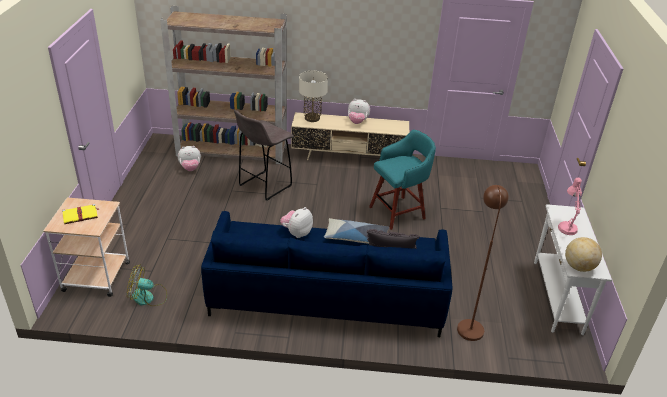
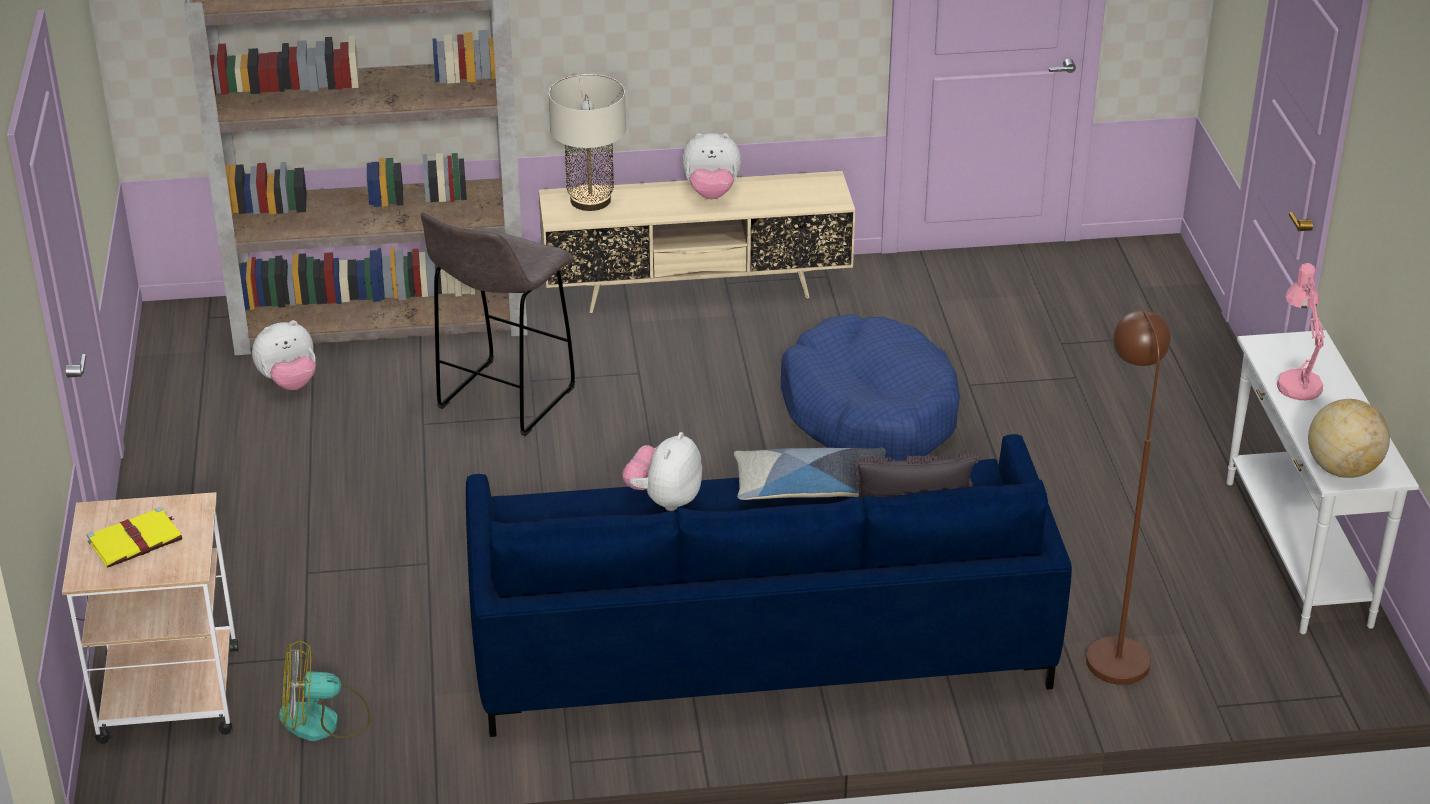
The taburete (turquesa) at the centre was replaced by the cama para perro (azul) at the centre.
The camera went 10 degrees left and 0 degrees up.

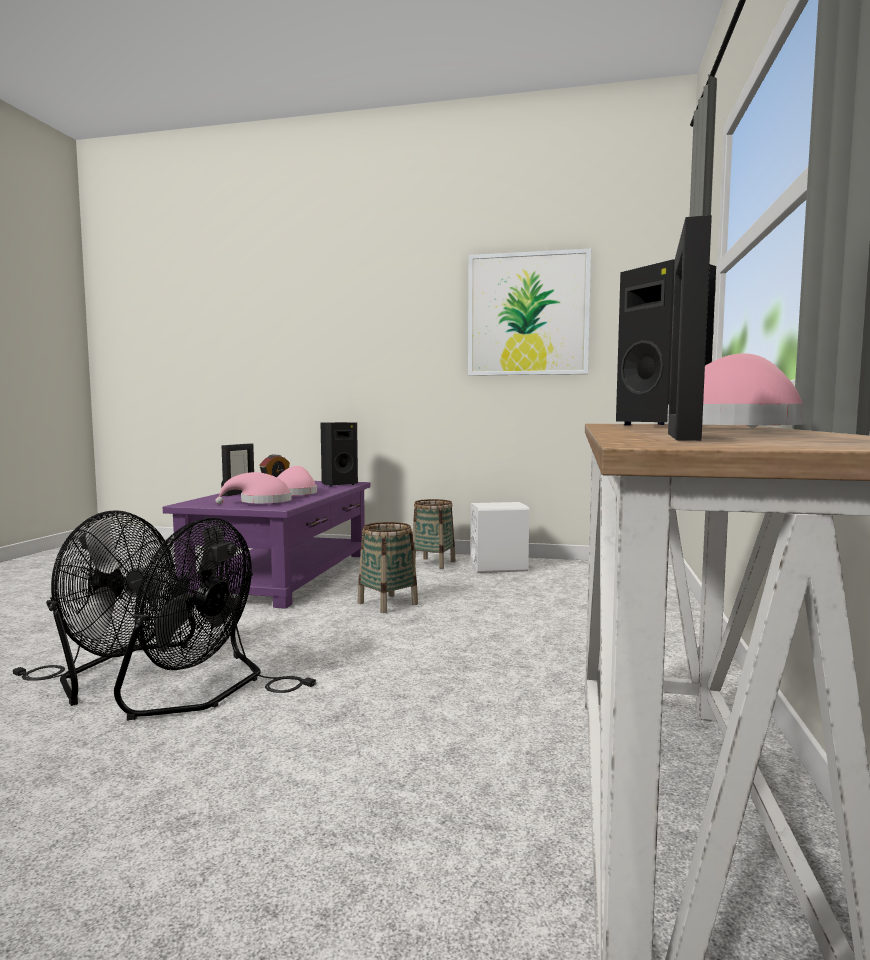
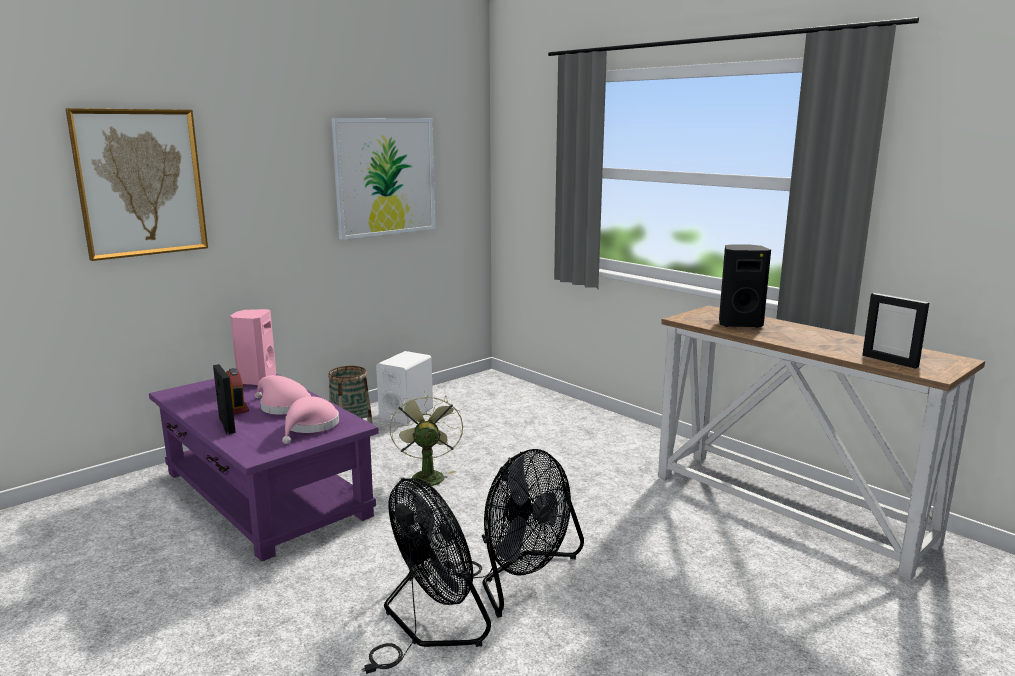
The ventilador (negro) (no. 2 from left) at the middle left turned 105 degrees counterclockwise.
The altavoz (negro) (no. 1 from left) at the centre became the altavoz (rosa) at the middle left.
The cesta (no. 1 from left) at the centre was replaced by the ventilador (verde) at the centre.
The sombrero (rosa) (no. 3 from left) at the middle right disappeared.
The cuadro (no. 1 from left) at the top left appeared.
The camera went 55 degrees left and 10 degrees up.

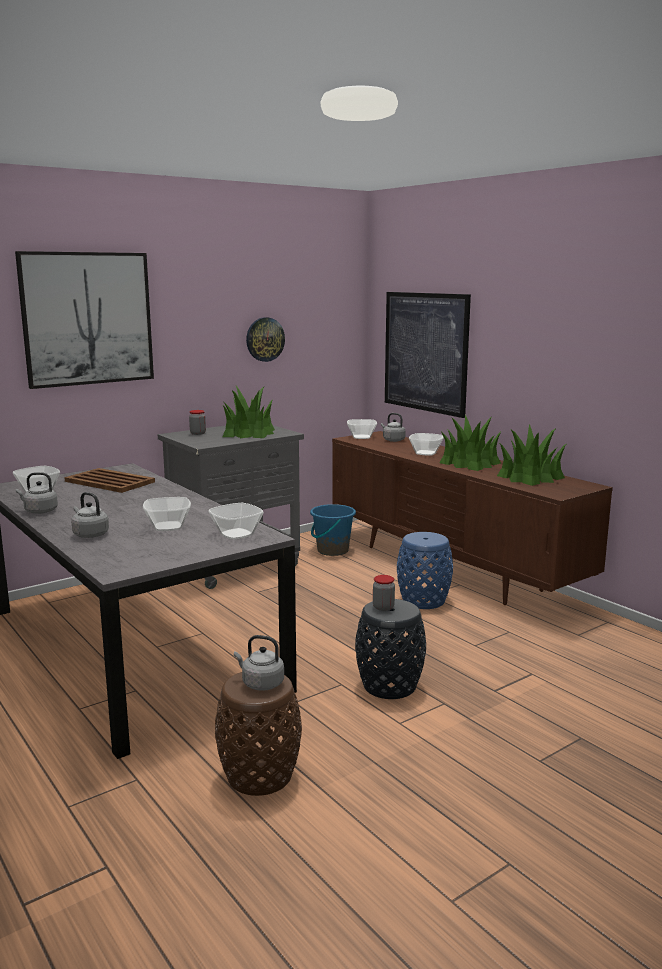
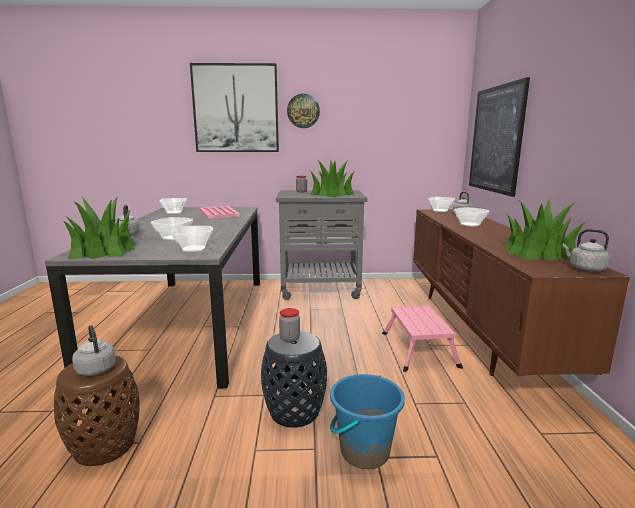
The hervidor (gris) (no. 1 from left in the first image) moved from the middle left to the middle right.
The bandeja (marrón) at the middle left became the bandeja (rosa) at the centre.
The reloj de pared moved from the centre to the top centre.
The cubo (azul) moved from the centre to the bottom centre.
The taburete (azul) at the centre was replaced by the escalera de tijera (rosa) at the centre.
The planta en maceta (no. 2 from left in the first image) moved from the middle right to the middle left.
The camera went 35 degrees right and 0 degrees up.

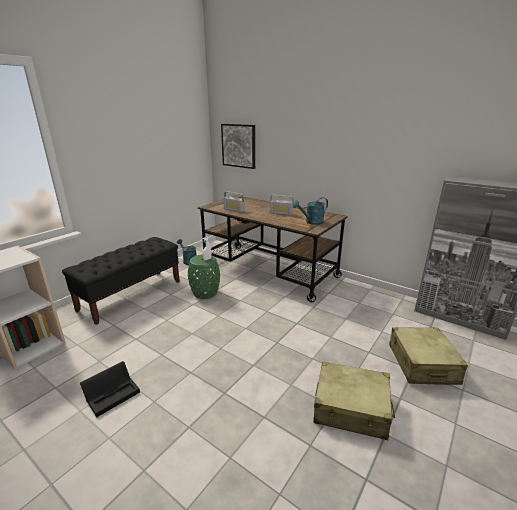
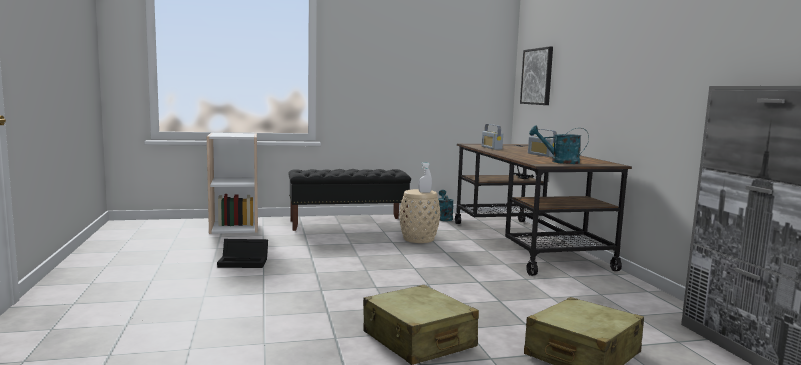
The taburete (verde) at the centre became the taburete (beis) at the centre.
The camera went 40 degrees right and 15 degrees down.

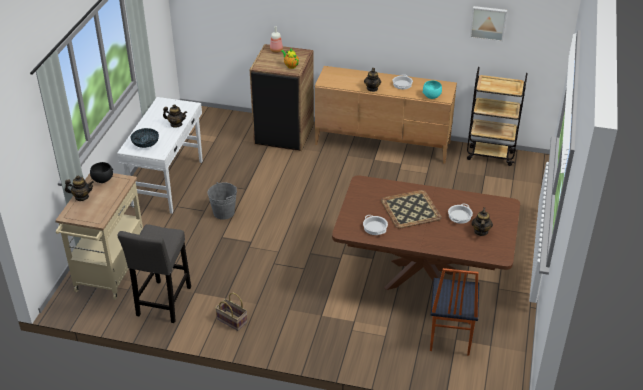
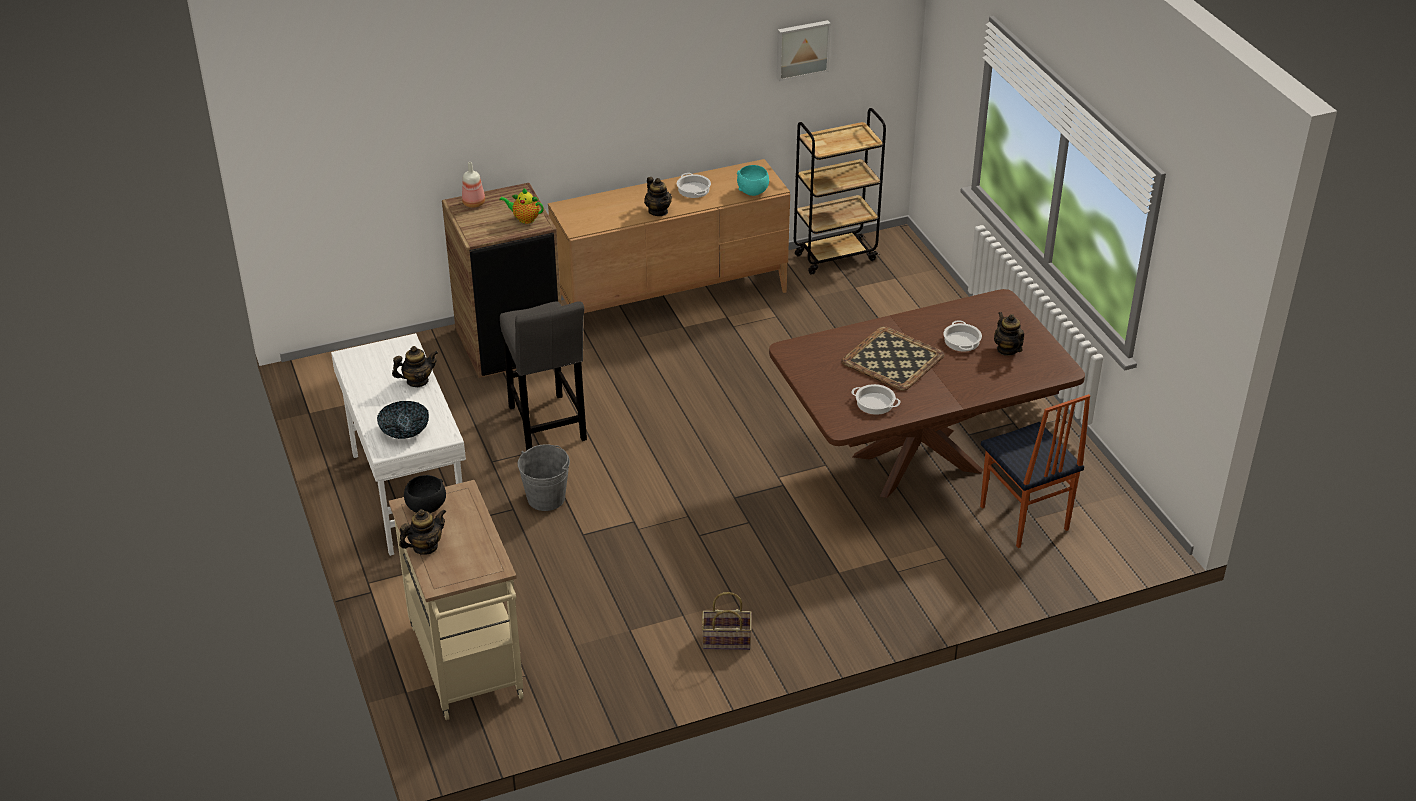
The taburete (gris) moved from the bottom left to the centre.
The camera went 35 degrees left and 0 degrees up.

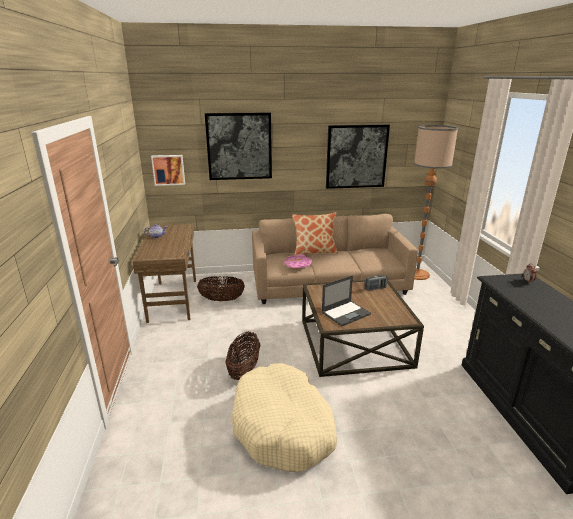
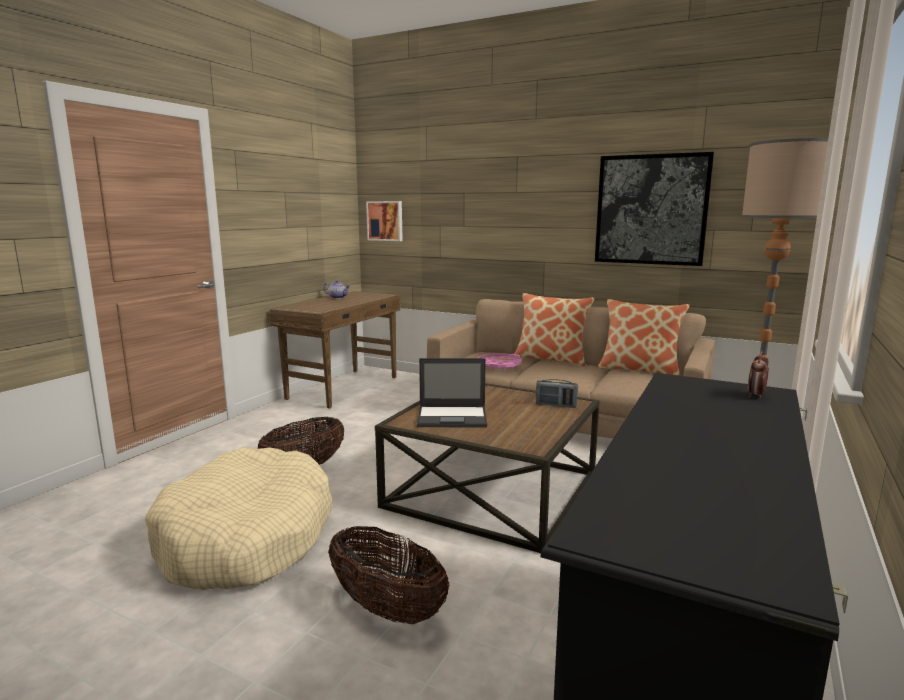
The cesta (no. 1 from left in the first image) moved from the centre to the bottom centre.
The cuadro (no. 2 from left) at the top centre disappeared.
The cojín (no. 2 from left) at the middle right appeared.
The camera went 35 degrees right and 10 degrees down.

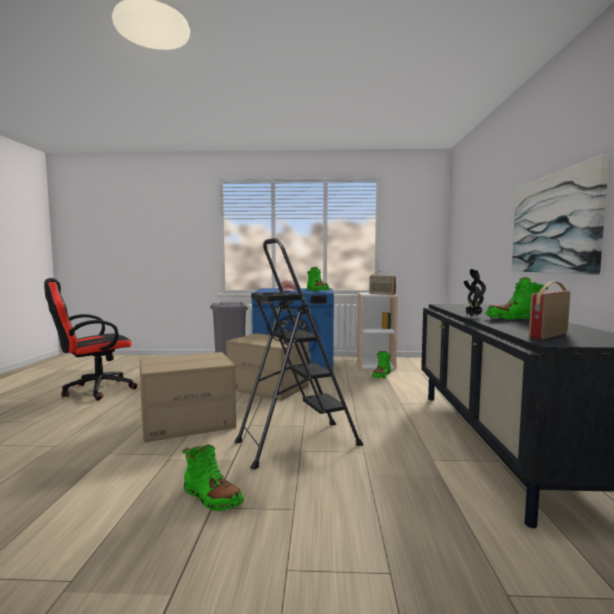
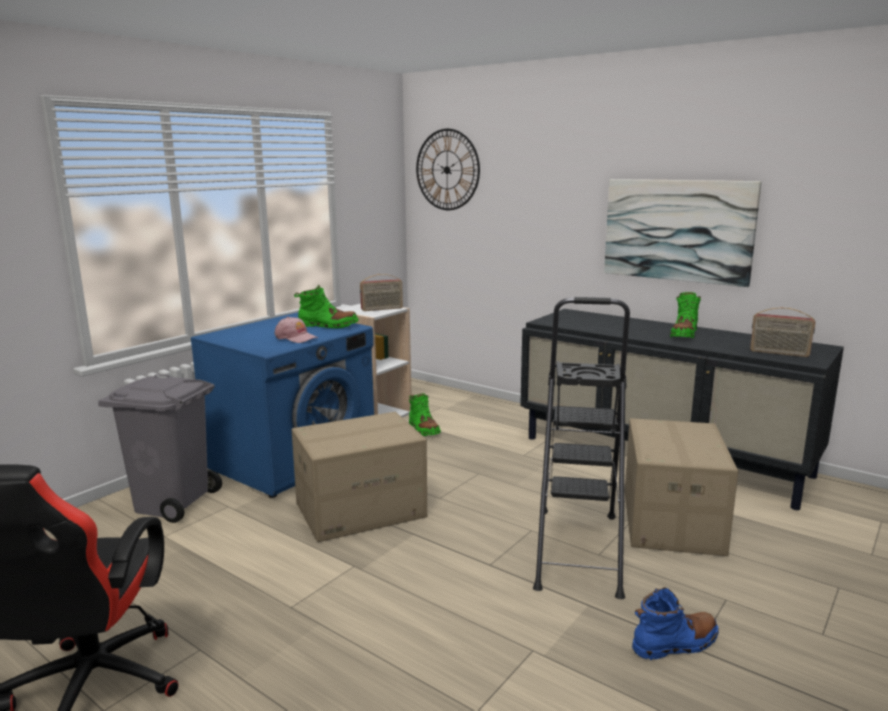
The caja de cartón (no. 1 from left in the first image) moved from the middle left to the bottom right.
The bota (verde) (no. 1 from left) at the bottom centre became the bota (azul) at the bottom right.
The planta en maceta at the middle right disappeared.
The radio (no. 2 from left) at the middle right turned 60 degrees counterclockwise.
The reloj de pared at the top centre appeared.
The camera went 55 degrees left and 10 degrees up.

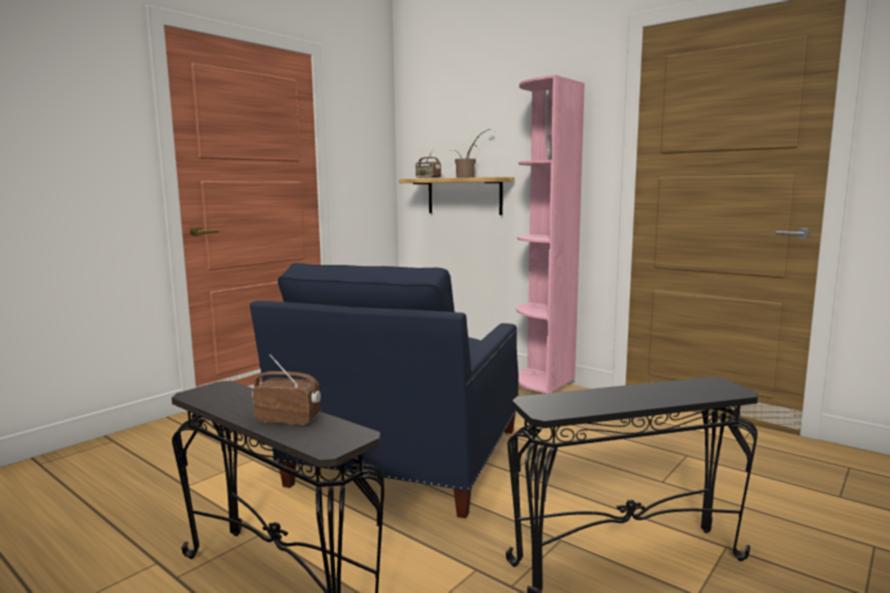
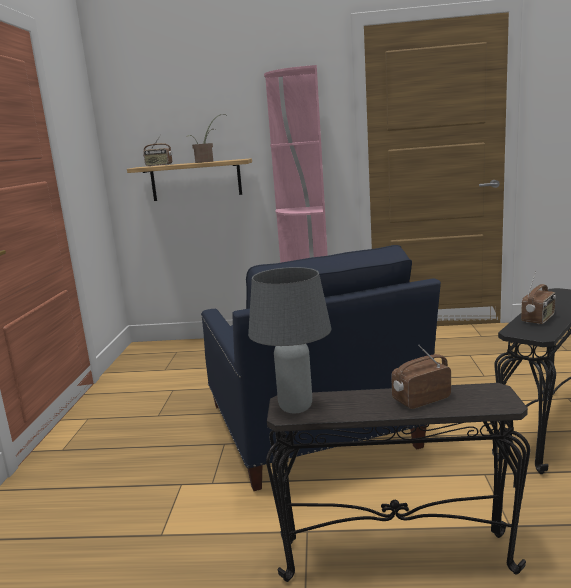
The lámpara de mesa (gris) at the centre appeared.
The radio (no. 3 from left) at the middle right appeared.
The camera went 35 degrees left and 5 degrees up.

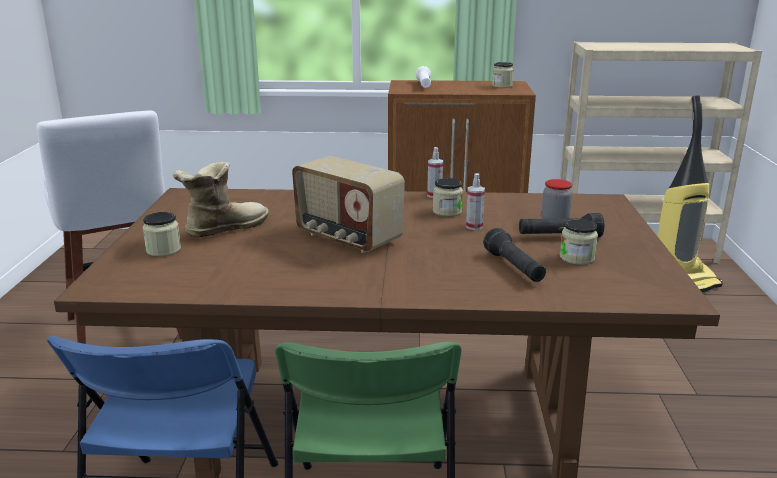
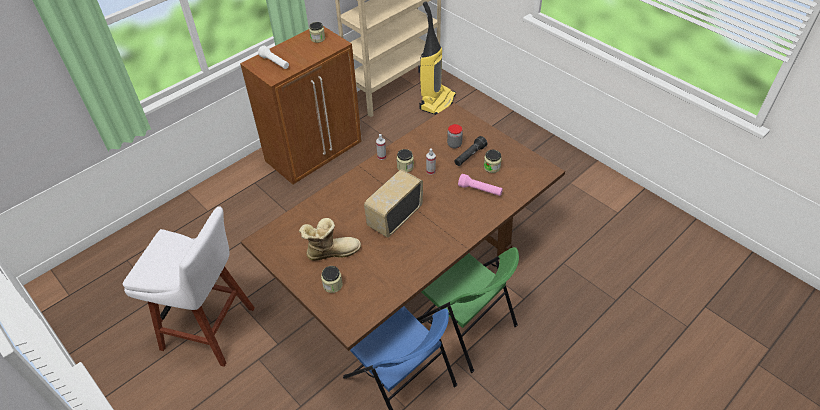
The bota at the middle left turned 75 degrees clockwise.
The radio at the centre turned 135 degrees clockwise.
The linterna (negro) (no. 1 from left) at the centre became the linterna (rosa) at the centre.
The camera went 45 degrees left and 25 degrees up.

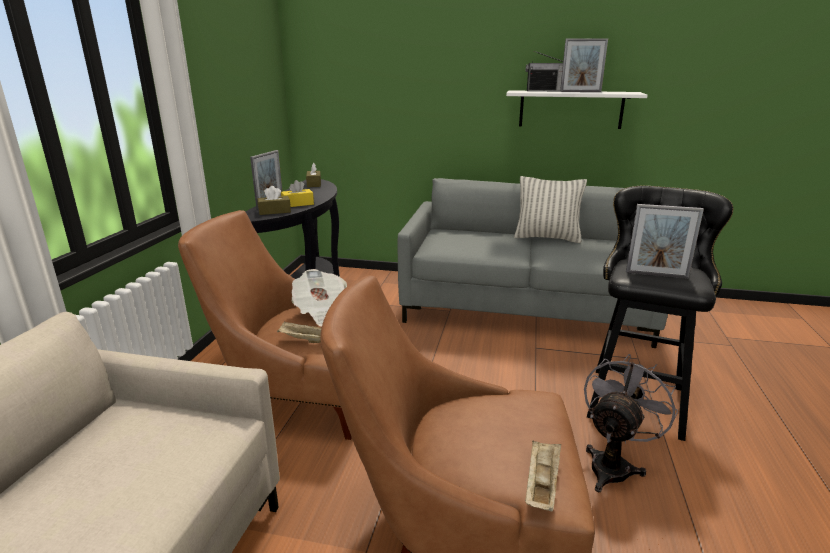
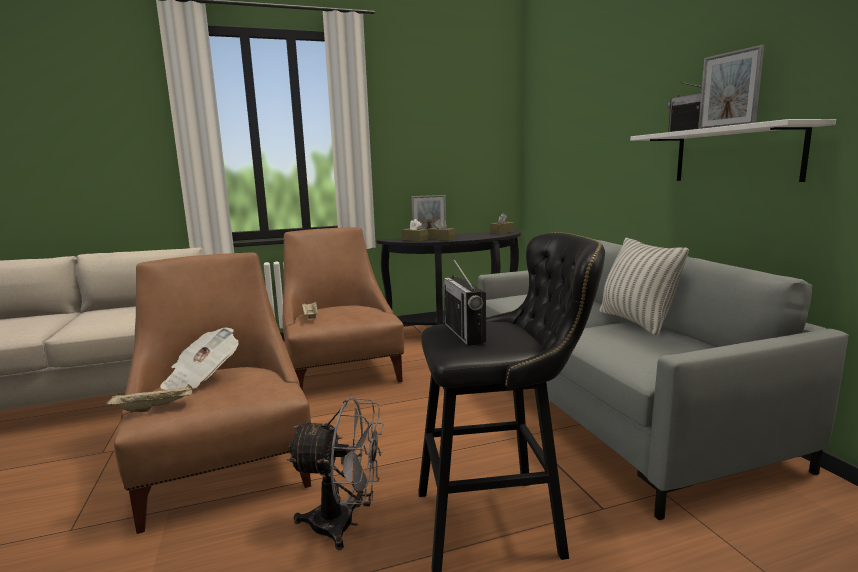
The caja de pañuelos (amarillo) at the centre became the caja de pañuelos (marrón) (no. 2 from left) at the centre.
The periódico moved from the centre to the middle left.
The portarretratos (no. 3 from left) at the middle right was replaced by the radio (no. 1 from left) at the centre.
The camera went 60 degrees right and 10 degrees down.

